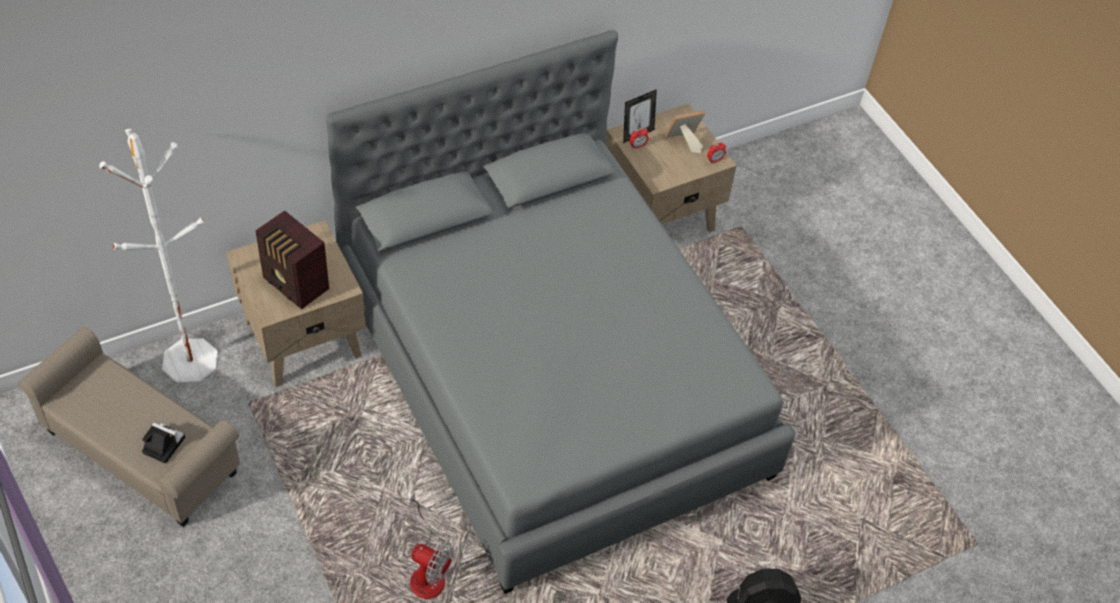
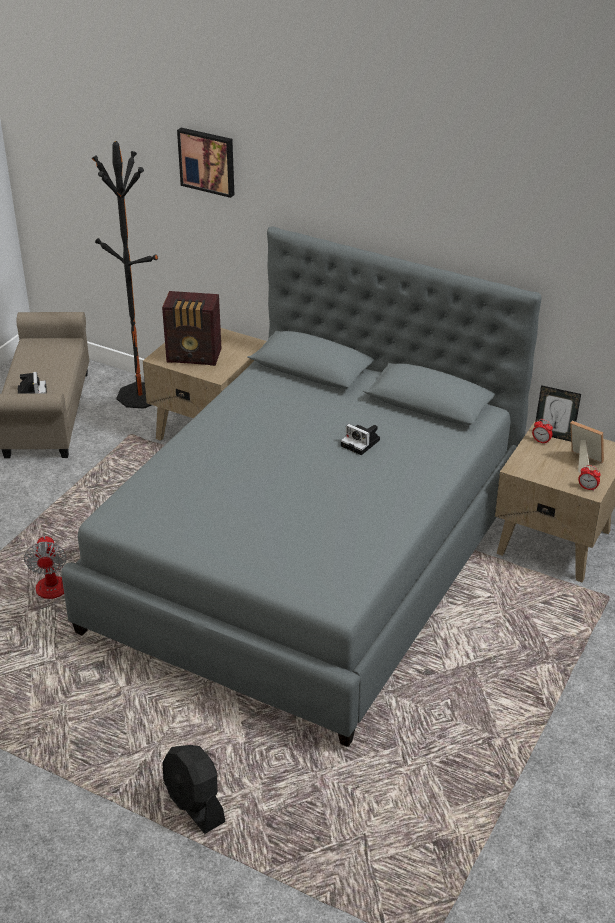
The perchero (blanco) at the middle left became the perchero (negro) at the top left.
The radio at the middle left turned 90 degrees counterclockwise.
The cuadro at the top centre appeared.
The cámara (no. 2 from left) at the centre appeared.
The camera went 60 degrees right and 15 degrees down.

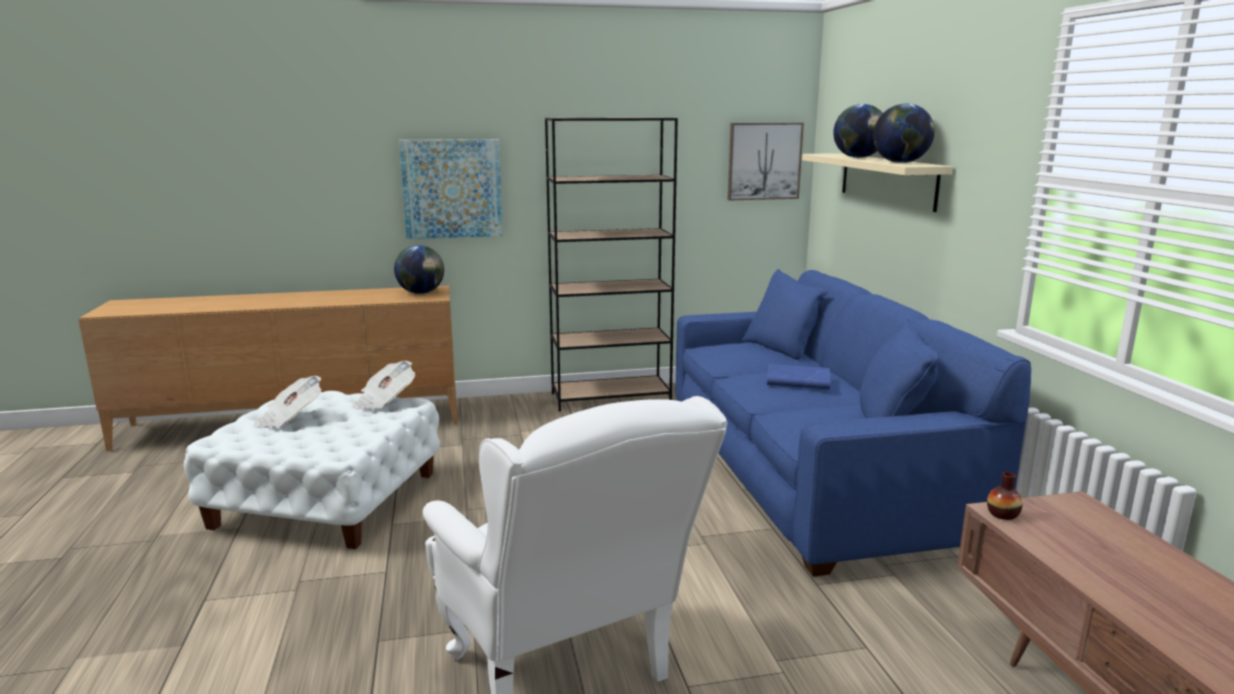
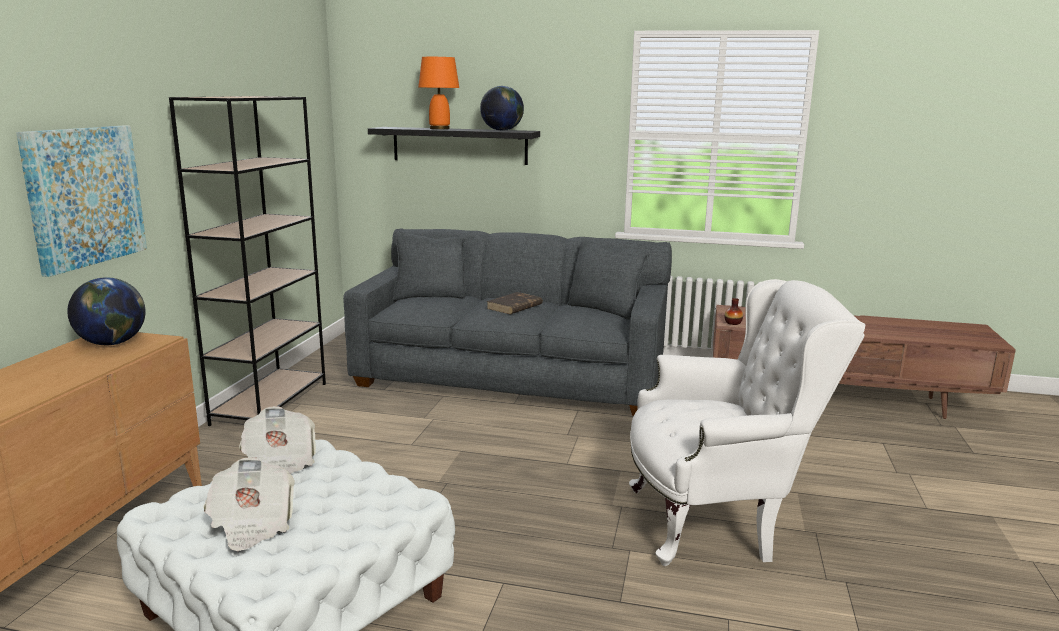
The sofá (azul) at the middle right became the sofá (gris) at the centre.
The cuadro (no. 2 from left) at the top centre disappeared.
The libro (azul) at the centre became the libro (marrón) at the centre.
The estante (beis) at the top right became the estante (negro) at the top centre.
The globo terráqueo (no. 2 from left) at the top right was replaced by the lámpara de mesa (naranja) at the top centre.
The camera went 65 degrees left and 0 degrees up.

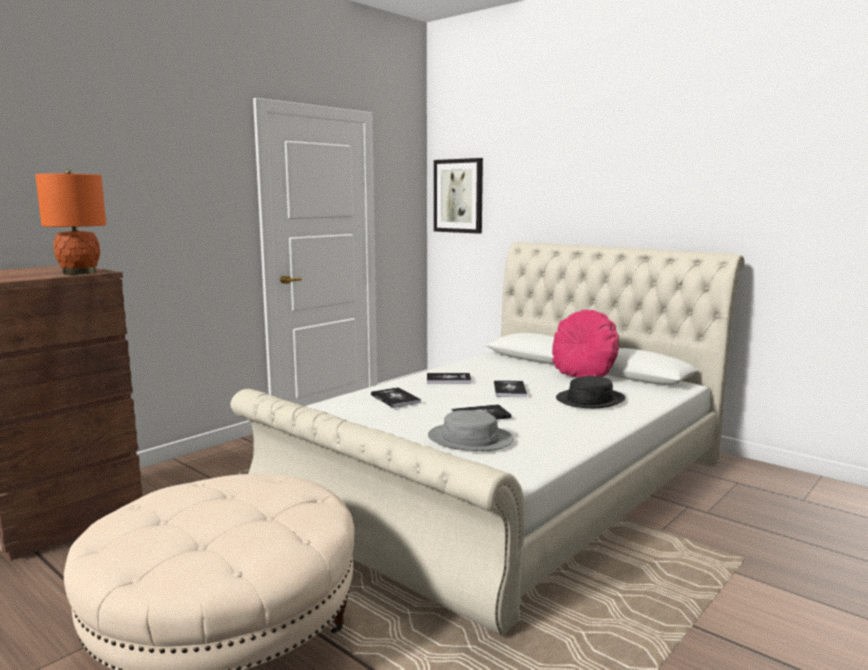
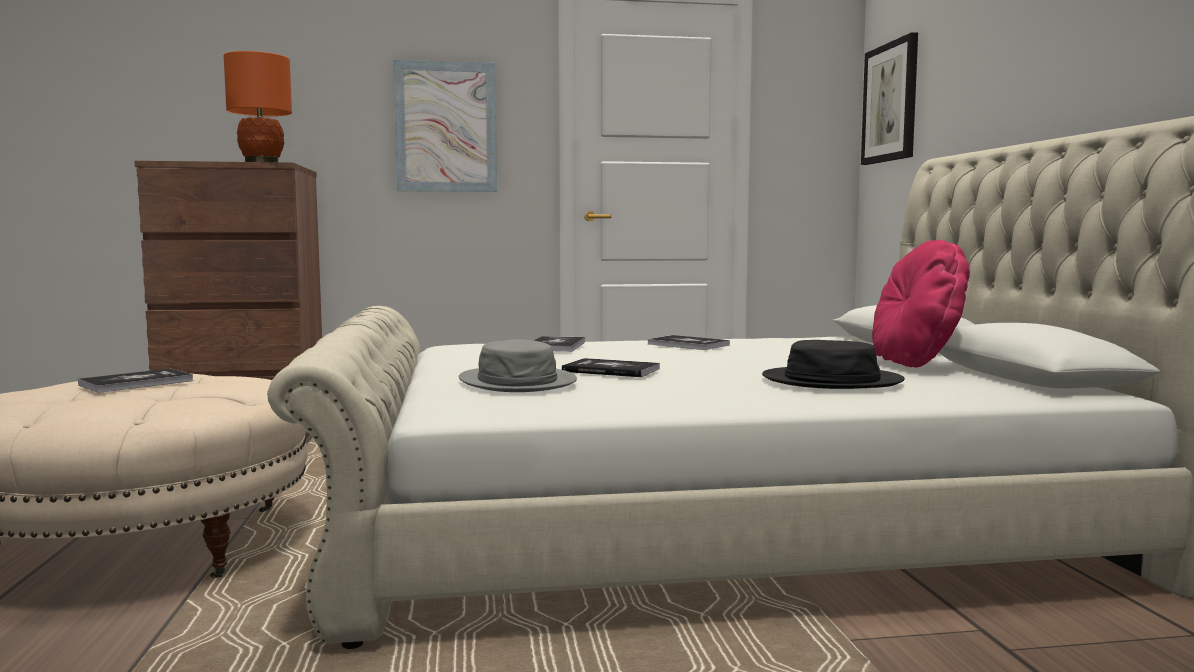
The libro (no. 4 from left in the first image) moved from the centre to the middle left.
The cuadro (no. 1 from left) at the top centre appeared.
The camera went 40 degrees right and 5 degrees down.

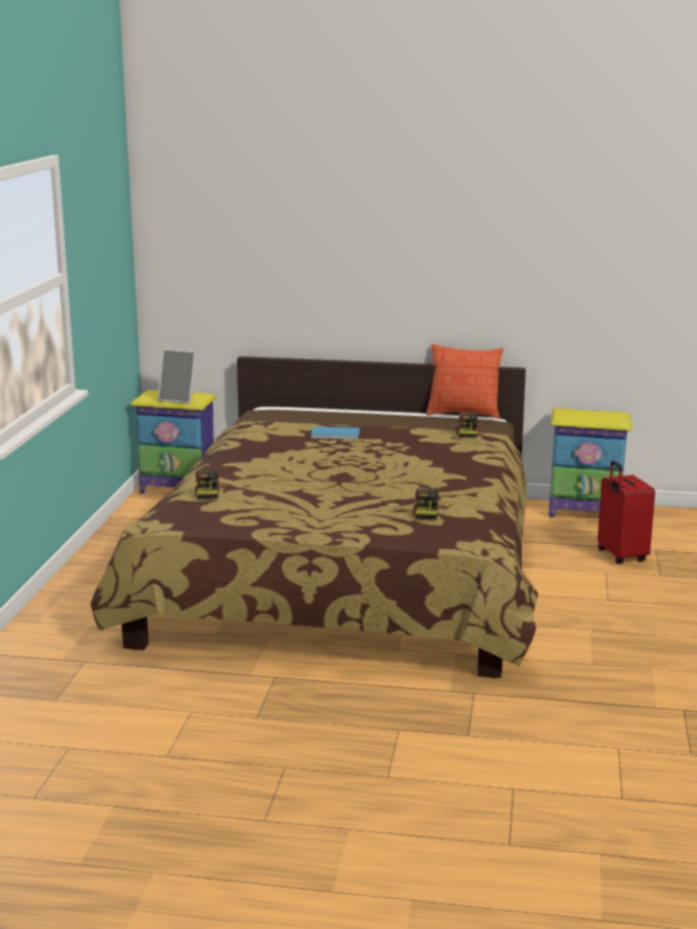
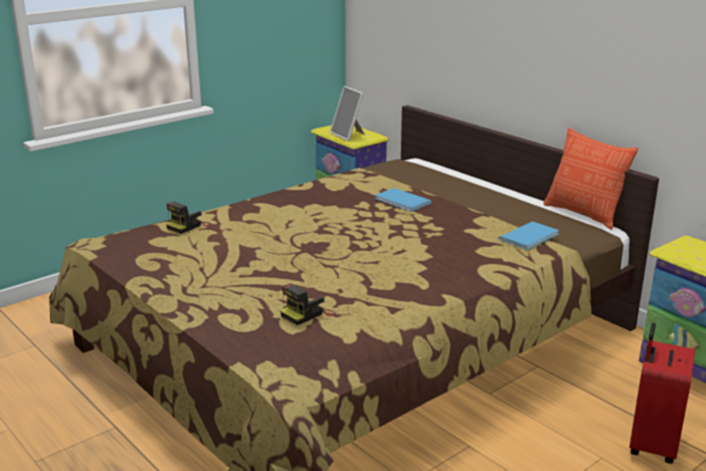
The cámara (no. 3 from left) at the middle right was replaced by the libro (azul) (no. 2 from left) at the middle right.
The camera went 40 degrees right and 5 degrees up.

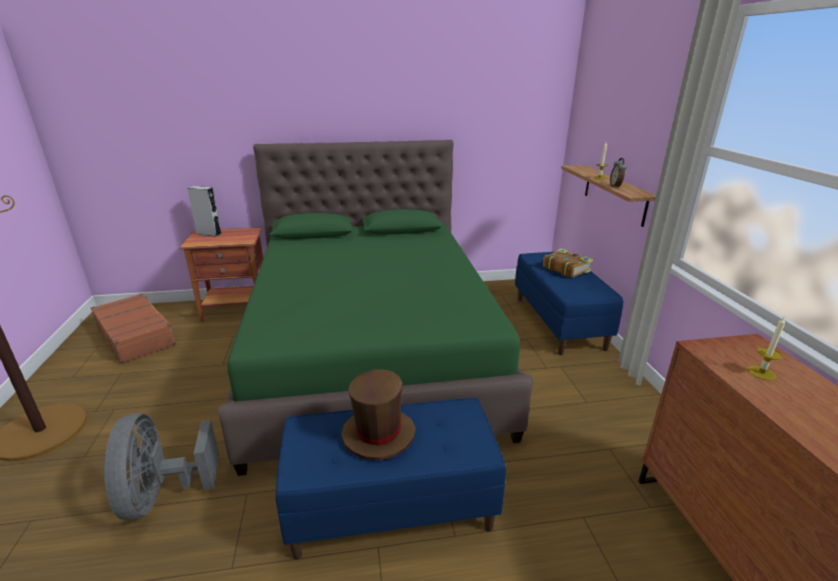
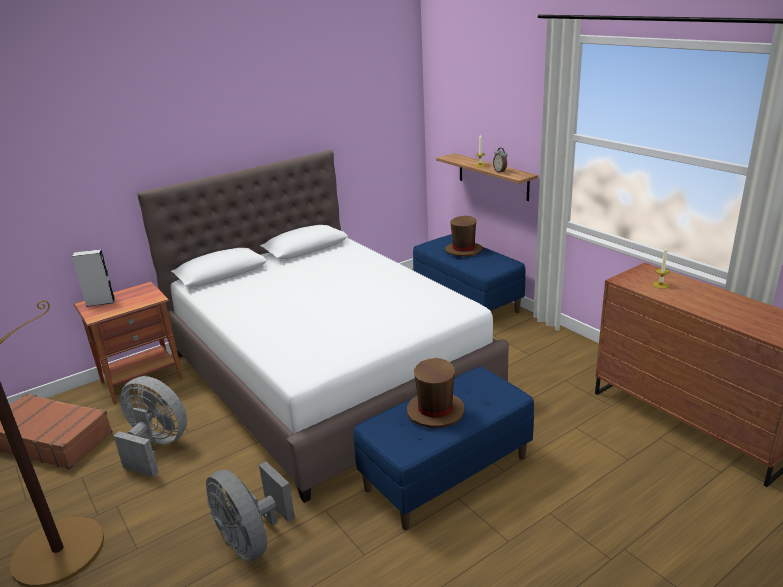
The cama (verde) at the centre became the cama (blanco) at the centre.
The libro at the middle right was replaced by the sombrero (marrón) (no. 2 from left) at the centre.
The ventilador (gris) (no. 1 from left) at the bottom left appeared.
The camera went 25 degrees left and 0 degrees up.

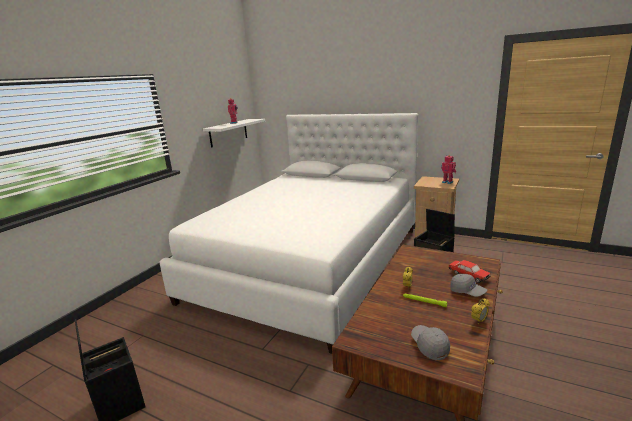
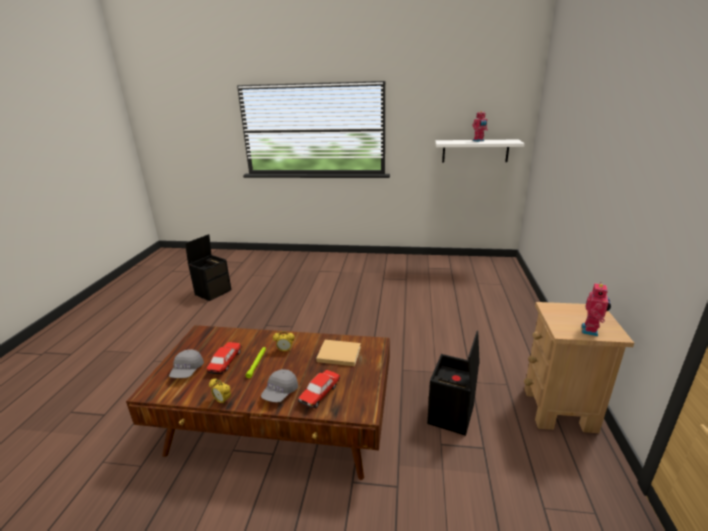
The cama (blanco) at the centre disappeared.
The gorra (gris) (no. 1 from left) at the bottom right turned 135 degrees clockwise.
The coche de juguete (no. 1 from left) at the bottom left appeared.
The libro (beis) at the centre appeared.
The camera went 70 degrees right and 5 degrees up.

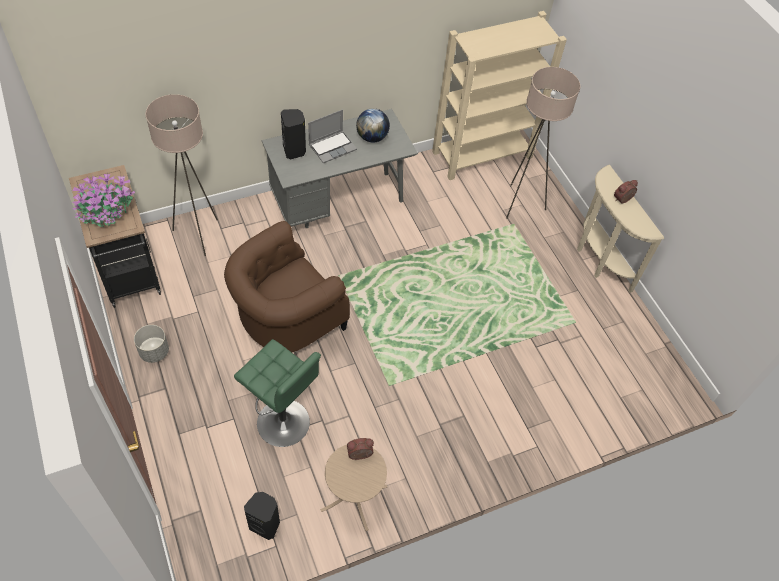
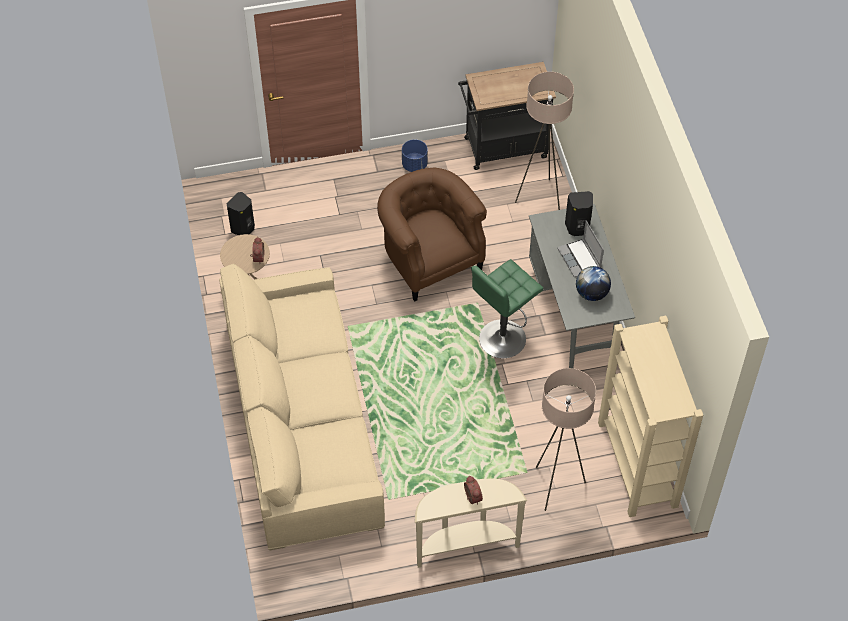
The planta en maceta at the middle left disappeared.
The maceta (gris) at the middle left became the maceta (azul) at the top centre.
The taburete (verde) moved from the bottom centre to the centre.
The sofá (beis) at the centre appeared.
The camera went 105 degrees right and 0 degrees up.

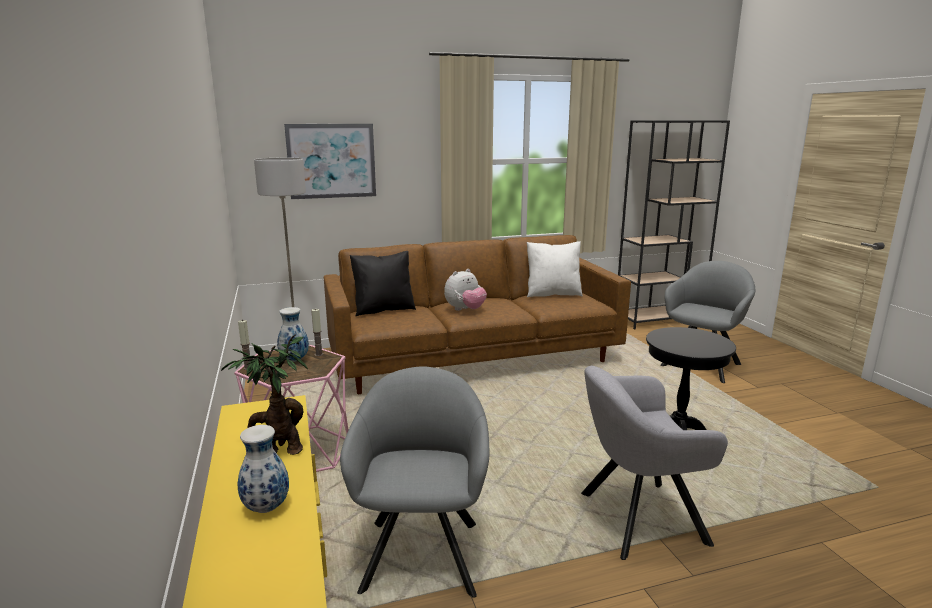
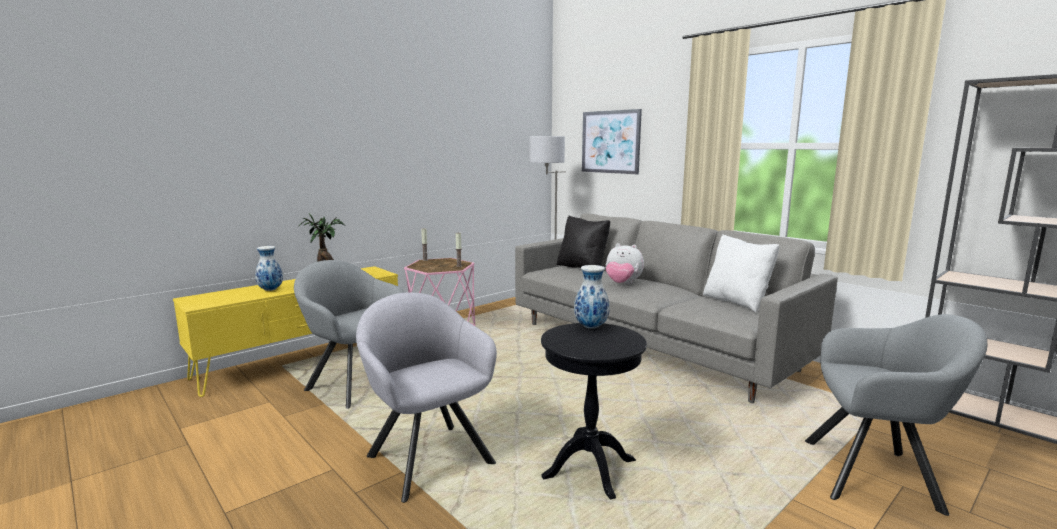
The florero (no. 2 from left) moved from the middle left to the centre.
The sofá (marrón) at the centre became the sofá (gris) at the centre.
The sillón (gris) (no. 1 from left) at the bottom centre turned 120 degrees counterclockwise.
The camera went 65 degrees right and 5 degrees down.

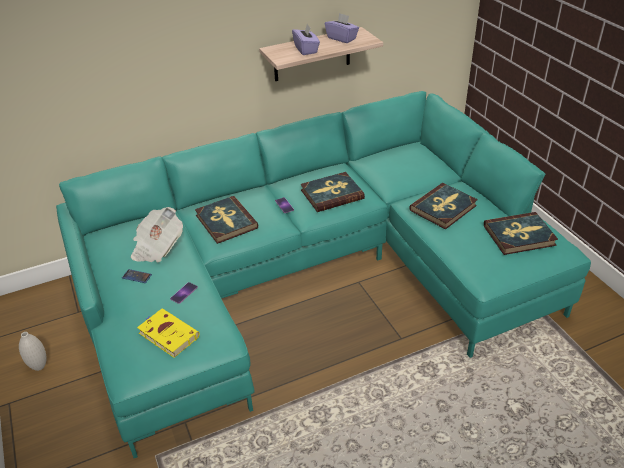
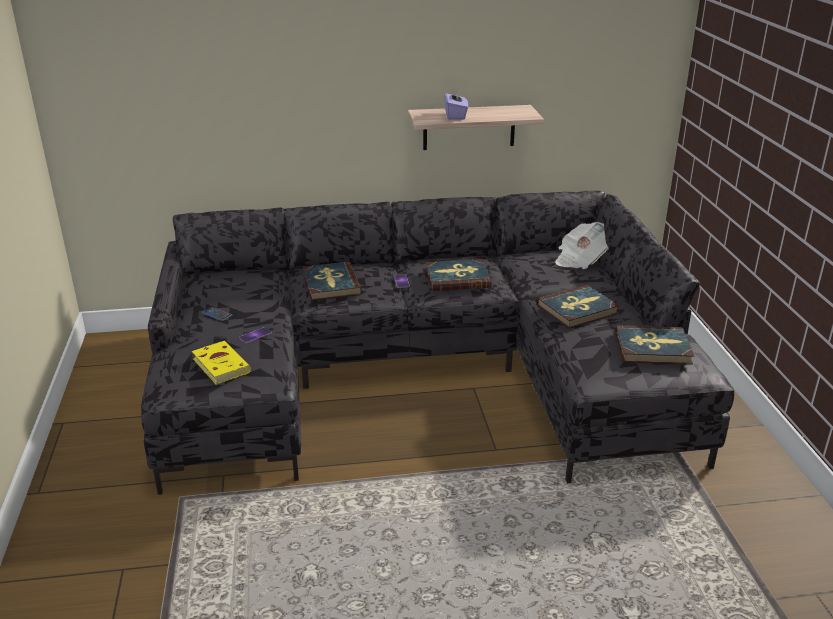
The florero (blanco) at the bottom left disappeared.
The sofá (turquesa) at the centre became the sofá (negro) at the centre.
The periódico moved from the middle left to the middle right.
The caja de pañuelos (morado) (no. 2 from left) at the top centre disappeared.
The camera went 15 degrees right and 10 degrees down.

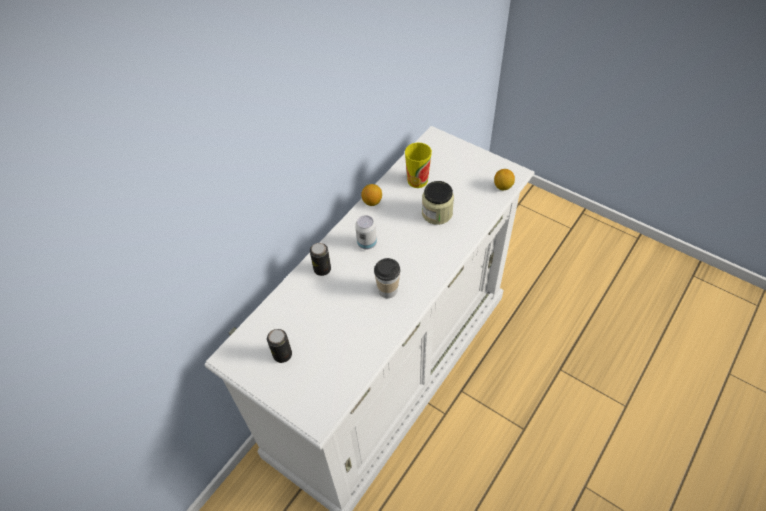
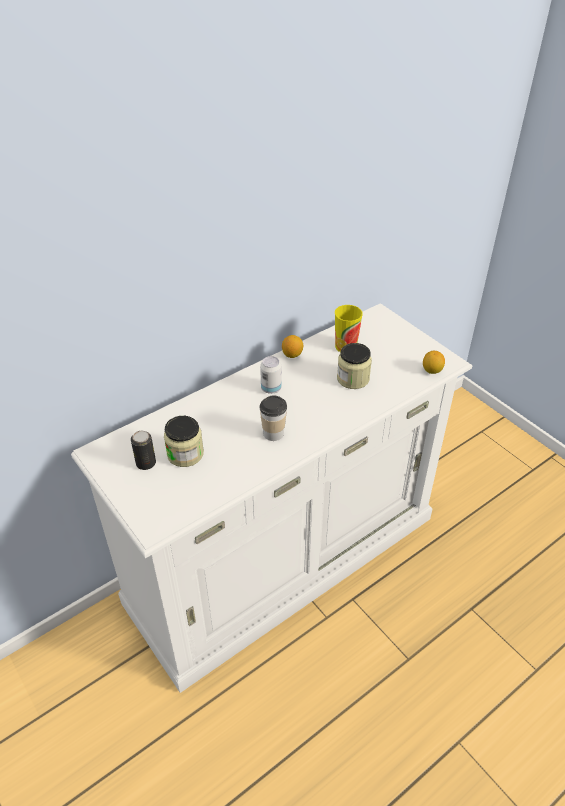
The lata (no. 2 from left) at the centre disappeared.
The tarro (no. 1 from left) at the middle left appeared.
The camera went 15 degrees right and 10 degrees down.

